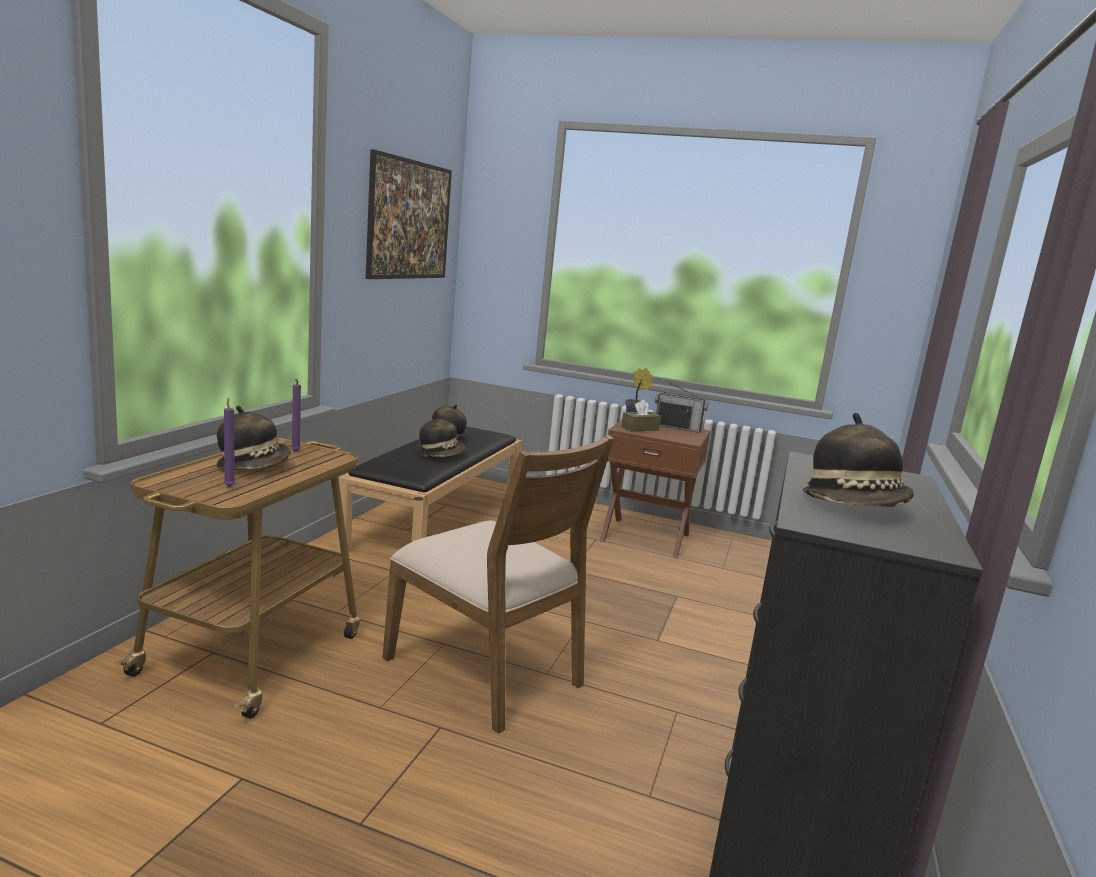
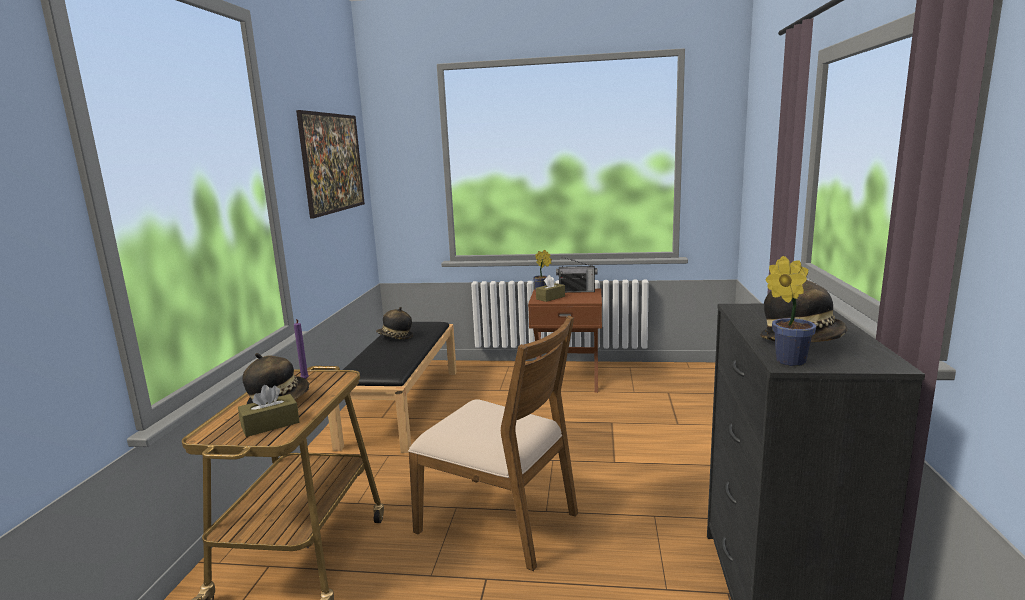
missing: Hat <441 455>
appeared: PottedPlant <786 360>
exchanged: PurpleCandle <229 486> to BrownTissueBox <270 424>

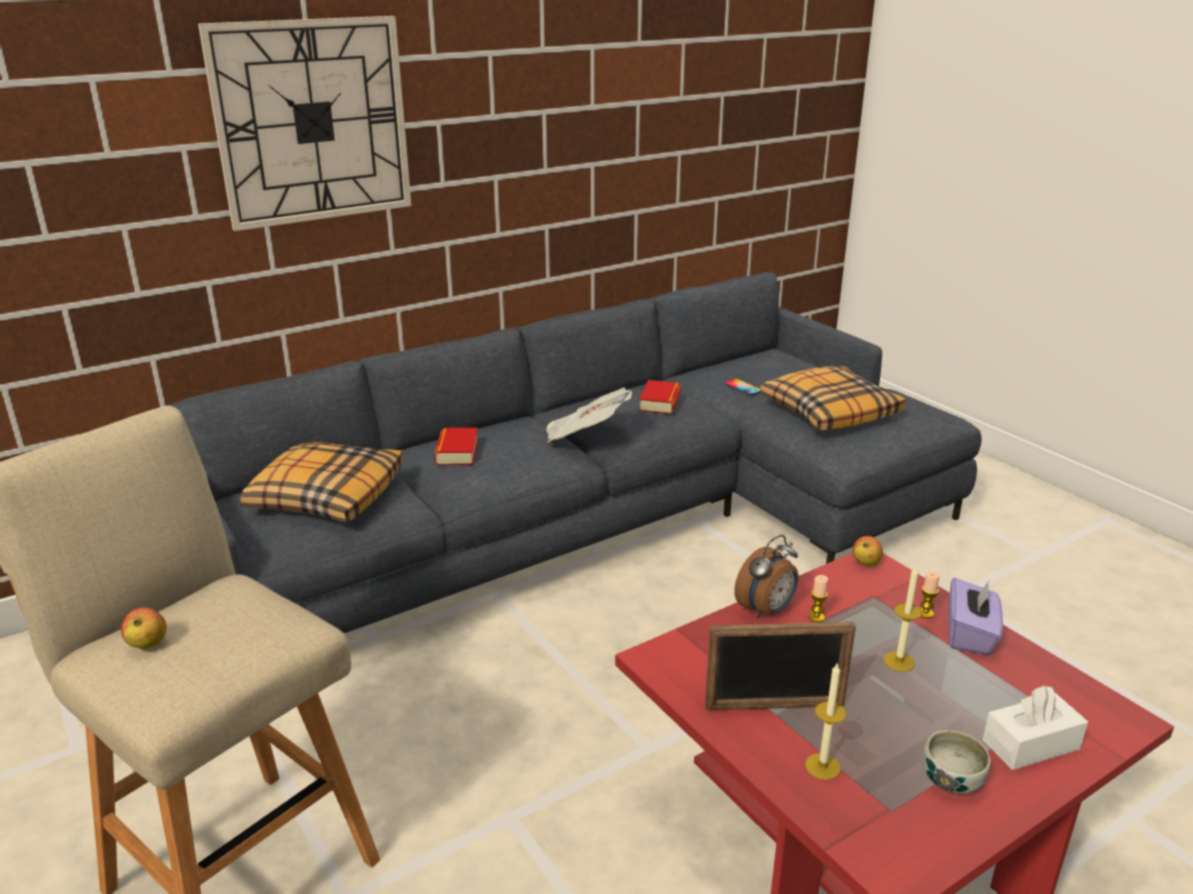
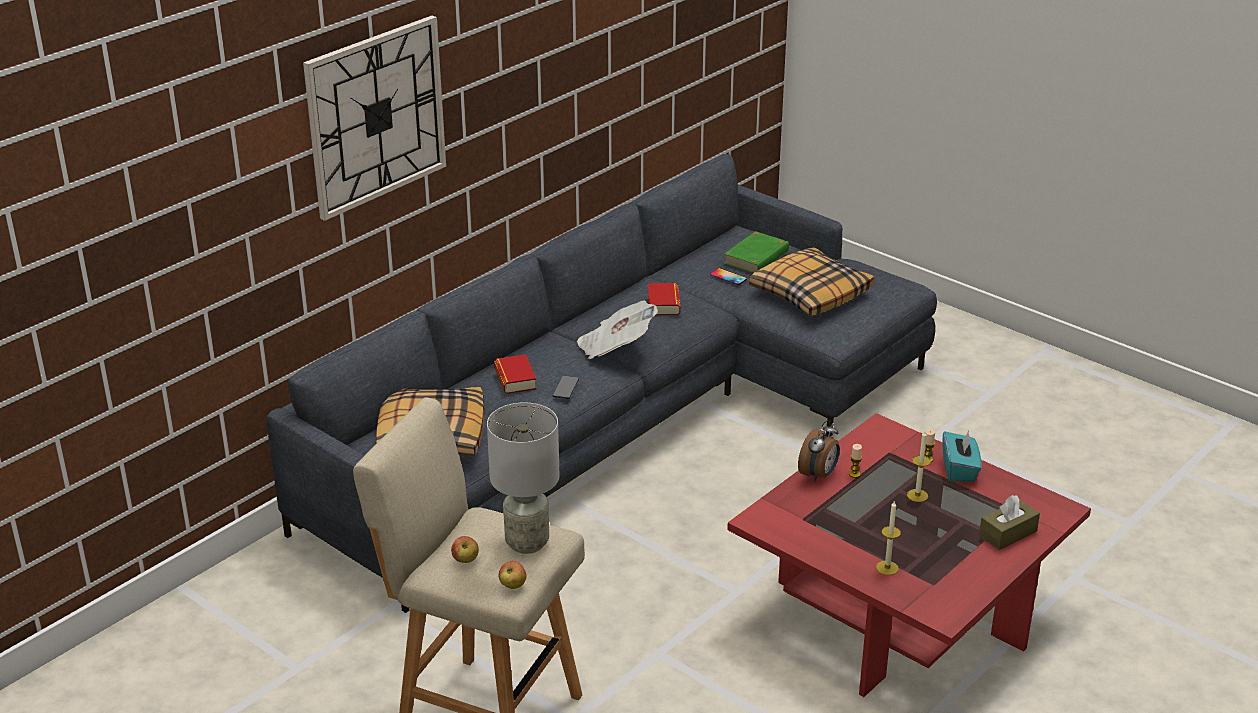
missing: PictureFrame <774 706>; Bowl <951 779>
appeared: GreyTableLamp <527 543>; Phone <566 388>; GreenBook <756 257>
relocated: Apple <865 563> to <513 585>
colour: PurpleTissueBox <970 635> to TurquoiseTissueBox <959 470>; WhiteTissueBox <1030 744> to BrownTissueBox <1007 533>

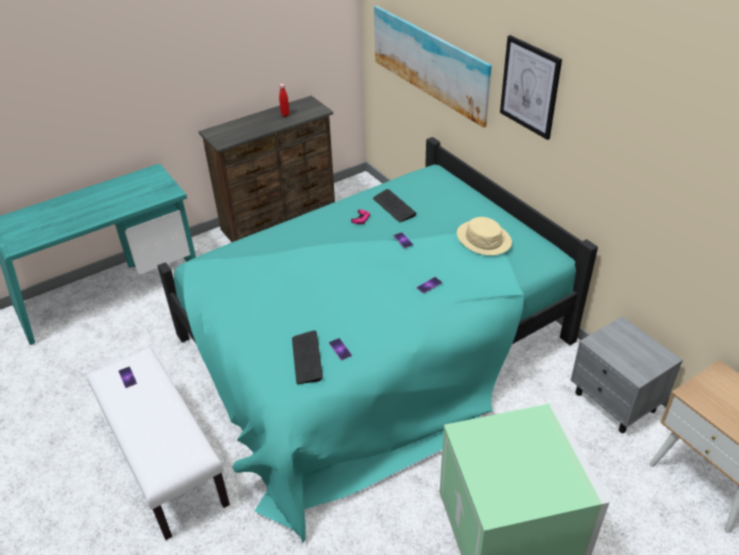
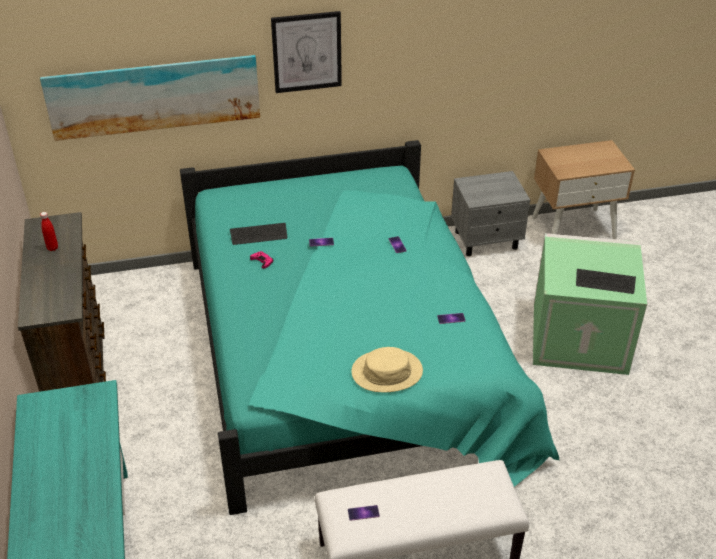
relocated: BeigeHat <484 239> to <387 372>; Keyboard <307 358> to <605 282>

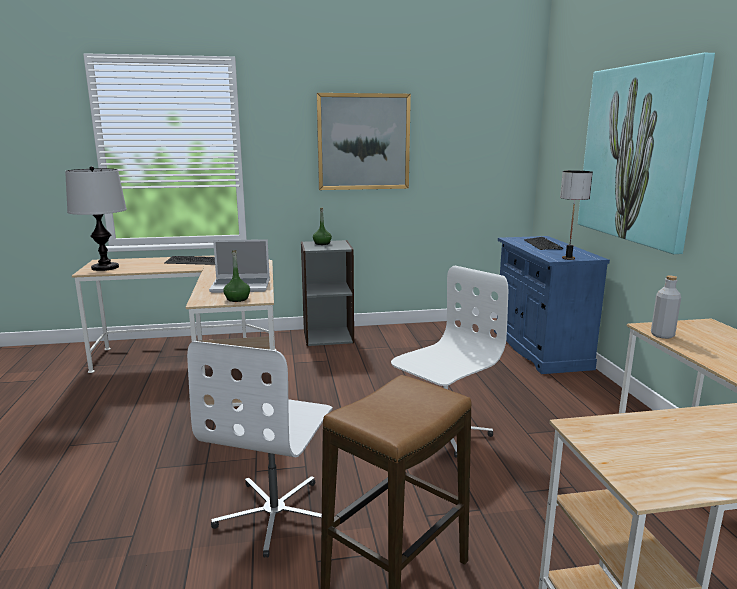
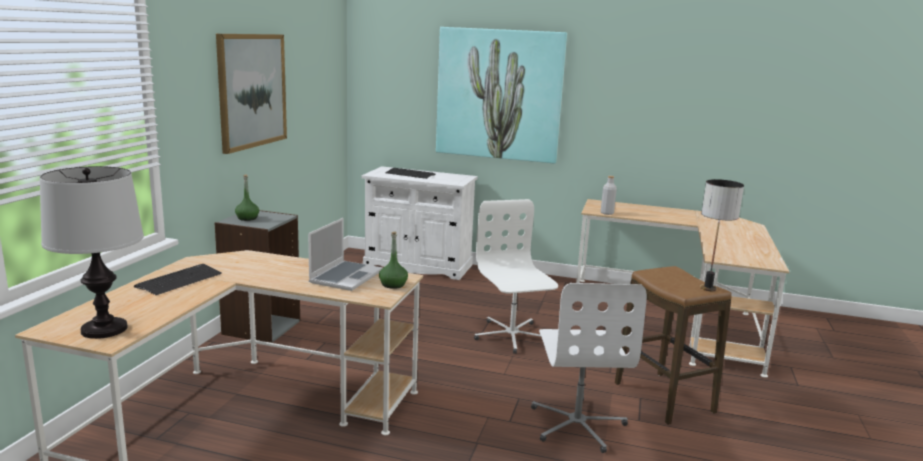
relocated: TableLamp <568 258> to <708 288>
colour: BlueCabinet <539 349> to WhiteCabinet <418 265>
spun: WhiteOfficeChair <276 514> = <577 424> 45 degrees clockwise

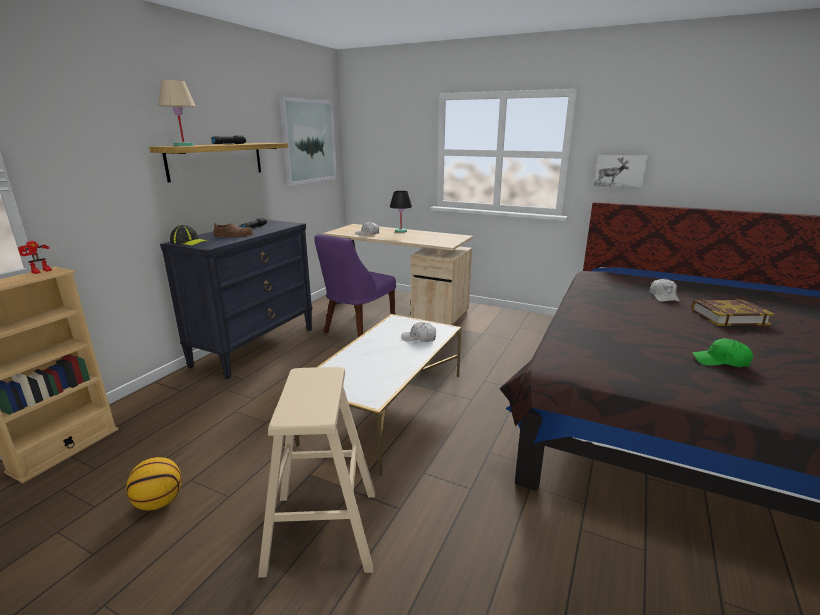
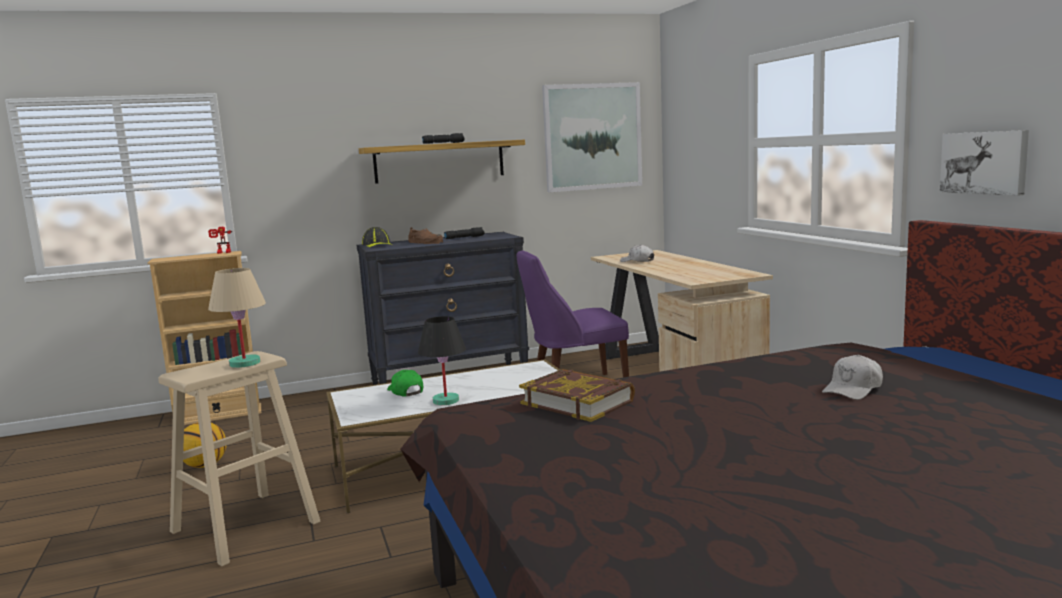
missing: WhiteCap <419 338>
relocated: BeigeTableLamp <184 145> to <245 363>; GreenCap <720 361> to <405 391>; BlackTableLamp <400 231> to <445 400>; Book <728 317> to <577 402>

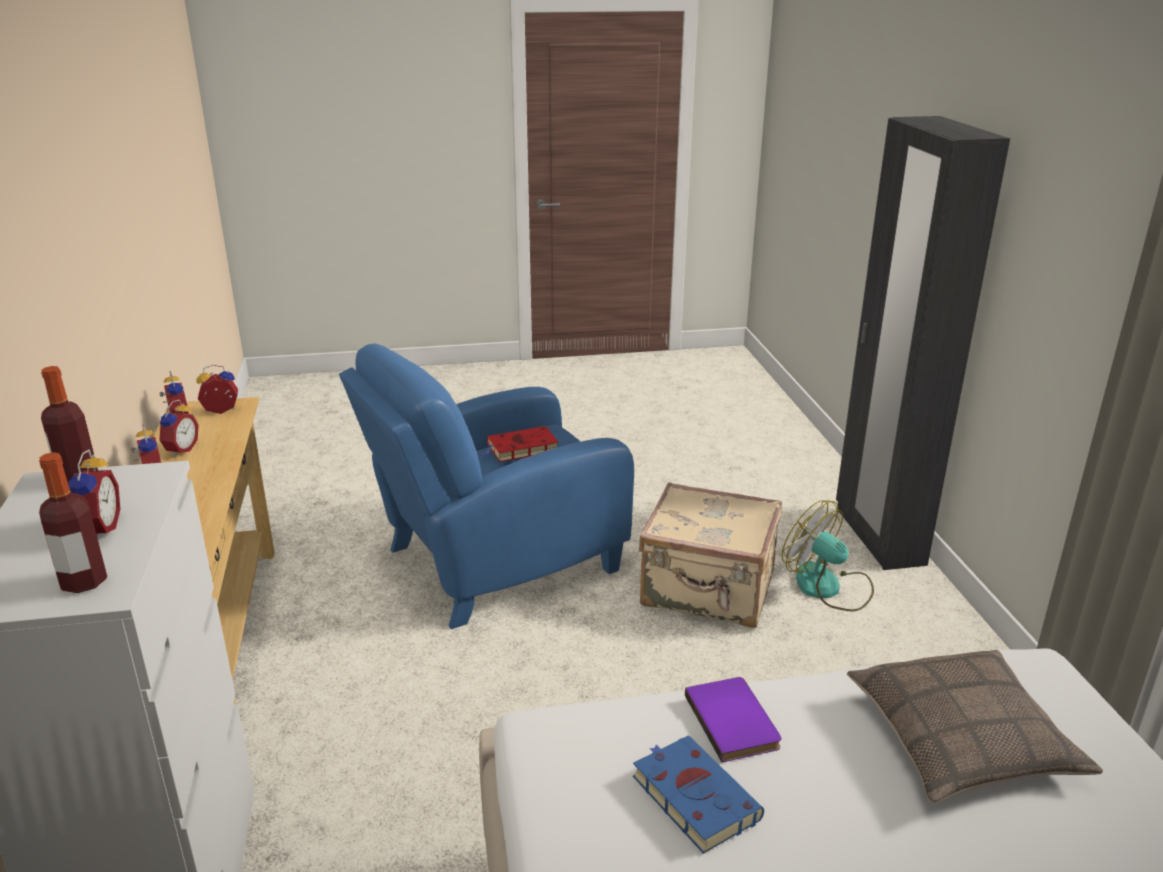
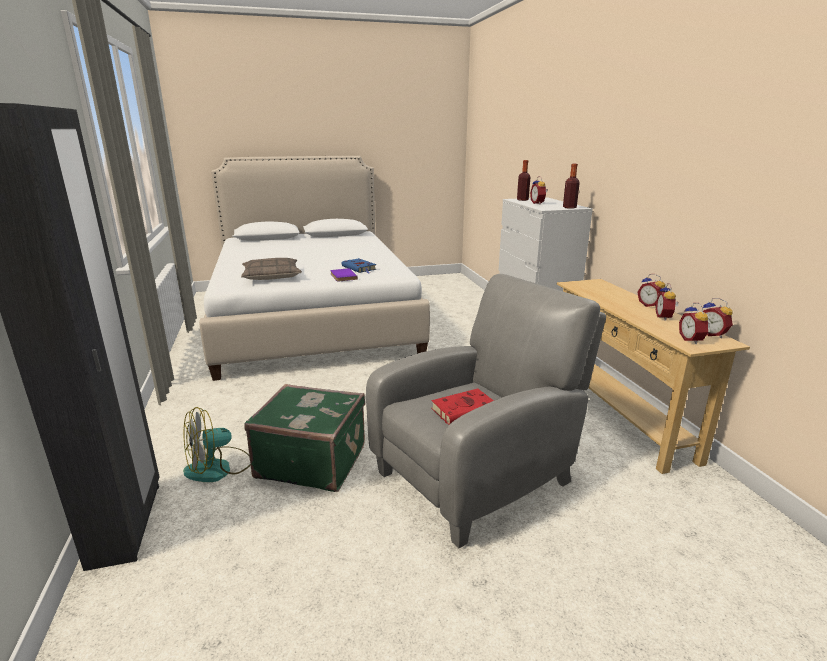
colour: BeigeSuitcase <708 591> to GreenSuitcase <312 460>; BlueArmchair <494 562> to GreyArmchair <479 475>
spun: Fan <828 588> = <219 468> 105 degrees clockwise; AlarmClock <221 412> = <692 340> 105 degrees clockwise

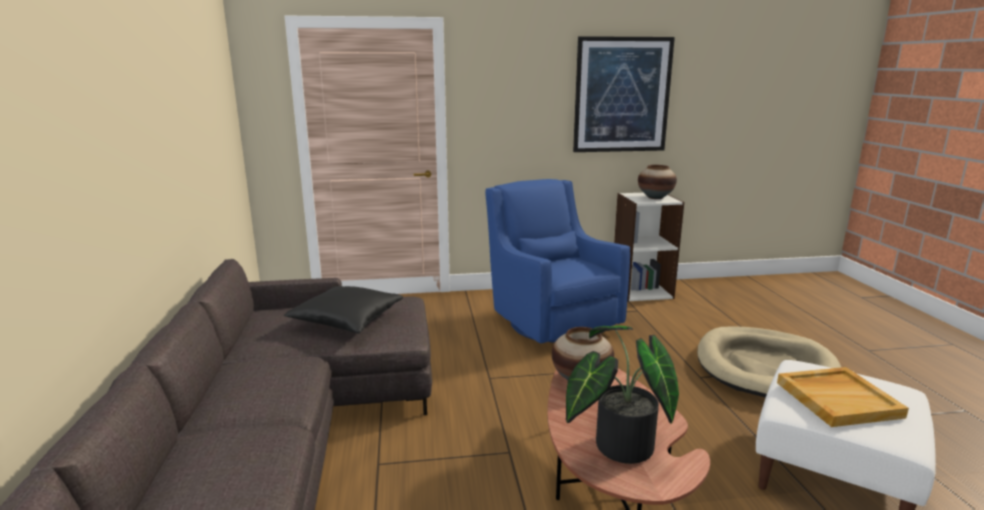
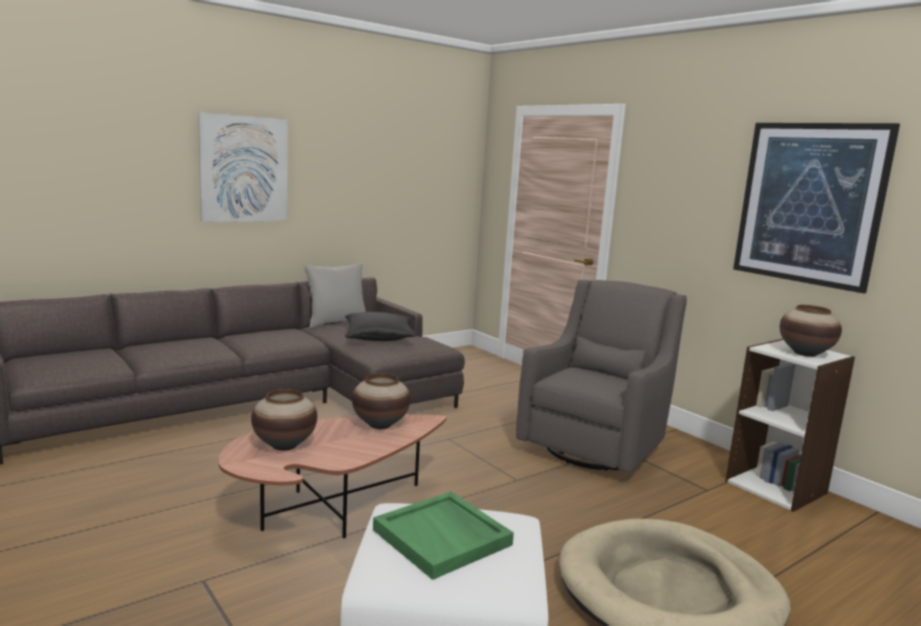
appeared: Picture <244 169>; GreyPillow <336 323>
exchanged: PottedPlant <616 446> to Vase <284 445>
colour: BeigeTray <838 399> to GreenTray <443 537>; BlueArmchair <550 322> to GreyArmchair <596 447>

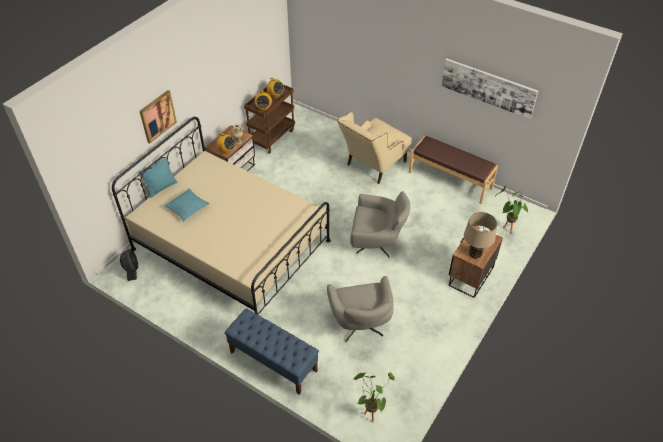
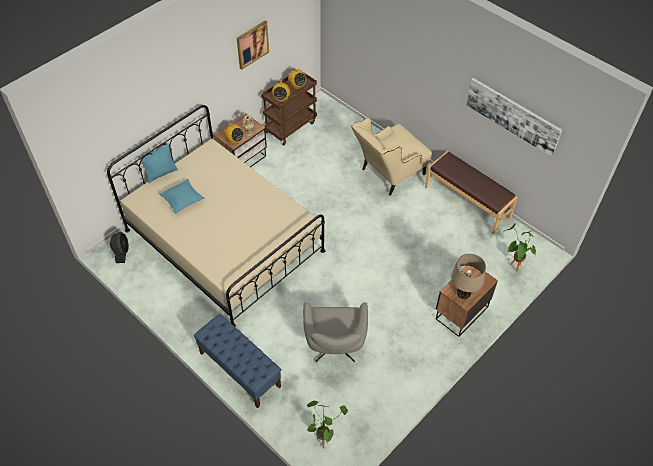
missing: GreyArmchair <376 243>
relocated: Picture <157 116> to <252 44>

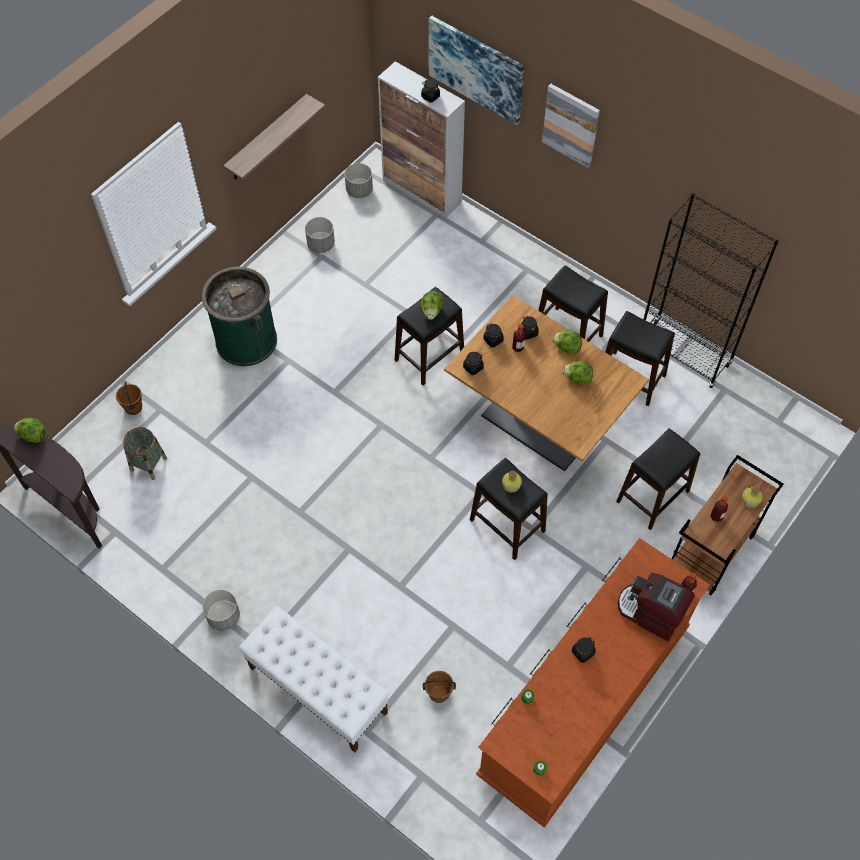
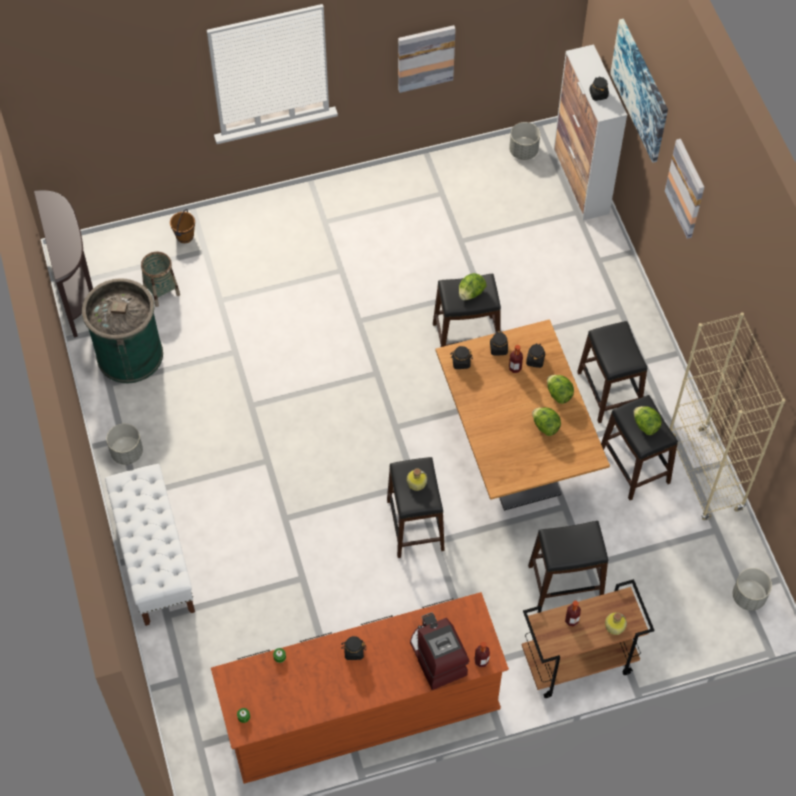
missing: BrownBucket <439 693>
relocated: GreenTrashCan <246 340> to <130 354>; Lettuce <33 435> to <645 425>; GreyPlanter <320 244> to <748 596>
exchanged: Shelf <267 139> to Picture <425 57>
colour: BlackBookcase <683 354> to BeigeBookcase <704 474>

